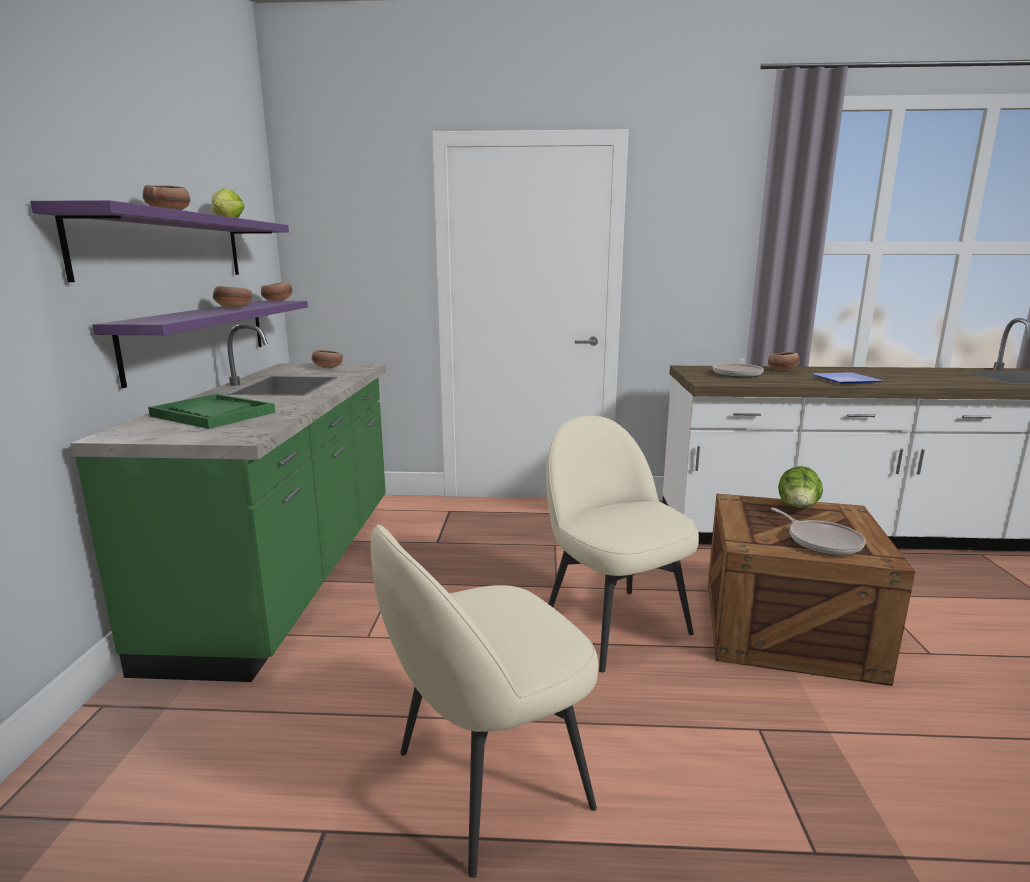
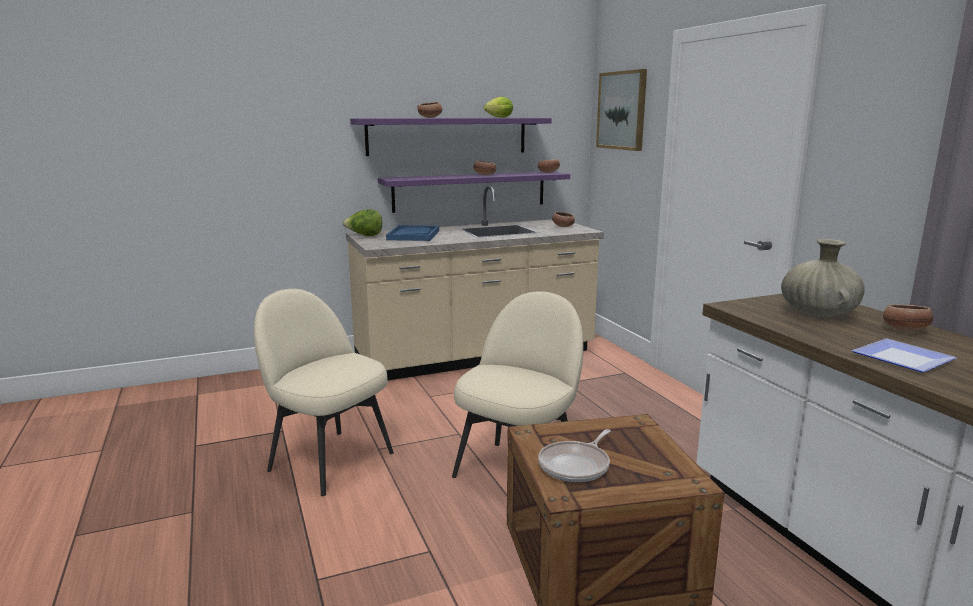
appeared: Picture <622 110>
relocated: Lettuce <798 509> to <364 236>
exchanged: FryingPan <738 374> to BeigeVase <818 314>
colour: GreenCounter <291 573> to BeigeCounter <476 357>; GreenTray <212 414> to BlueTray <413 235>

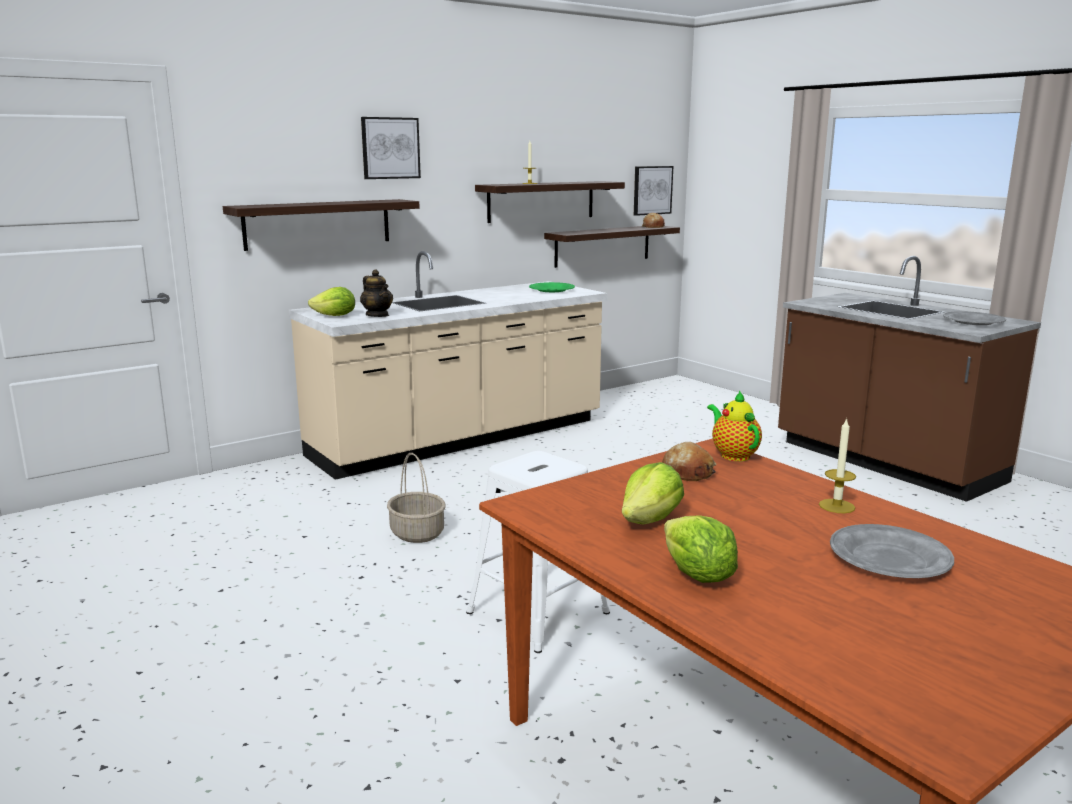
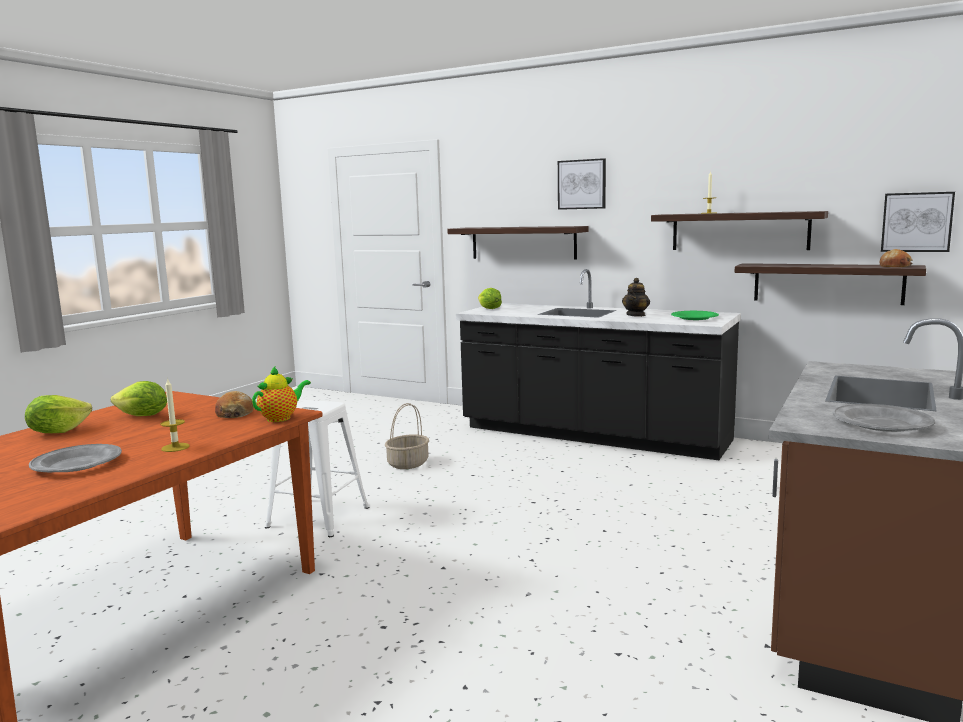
relocated: Teapot <377 315> to <636 315>
colour: BeigeCounter <460 439> to BlackCounter <593 435>

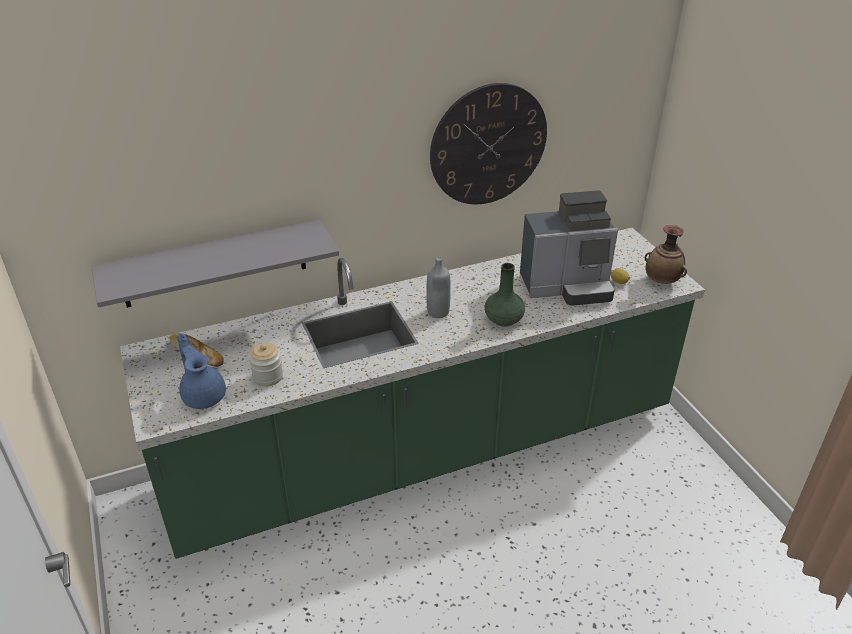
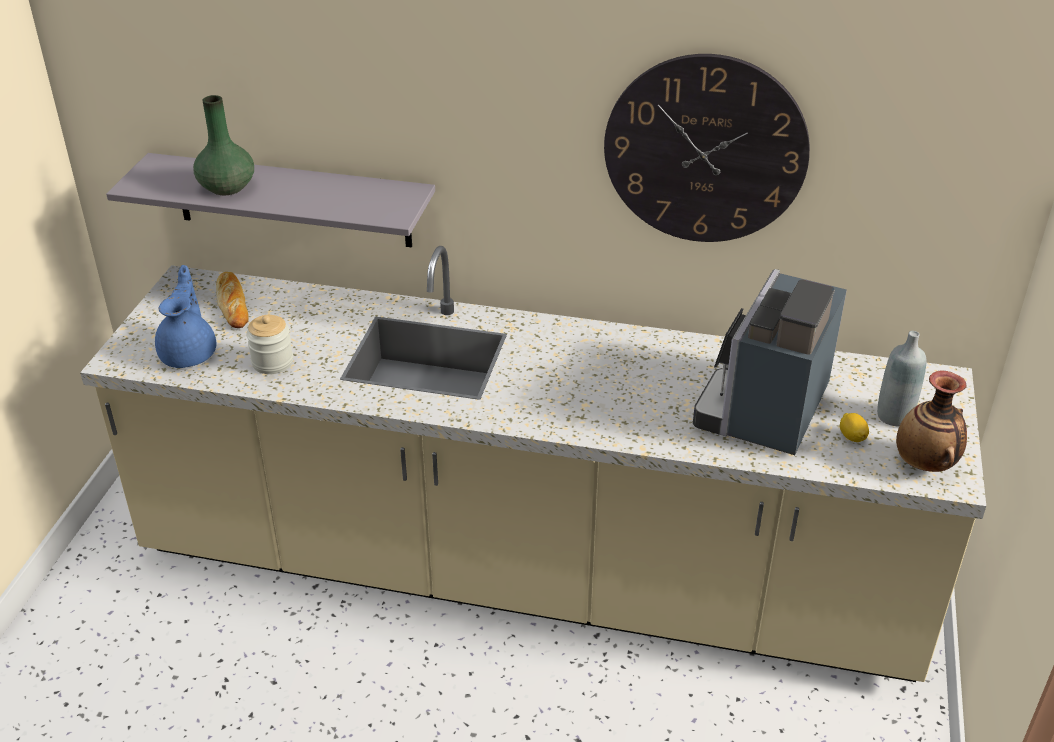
relocated: GreenVase <503 320> to <226 187>; GreyBottle <438 312> to <894 416>
colour: GreenCounter <426 451> to BeigeCounter <527 573>
spun: CoffeeMachine <567 287> = <764 411> 90 degrees clockwise

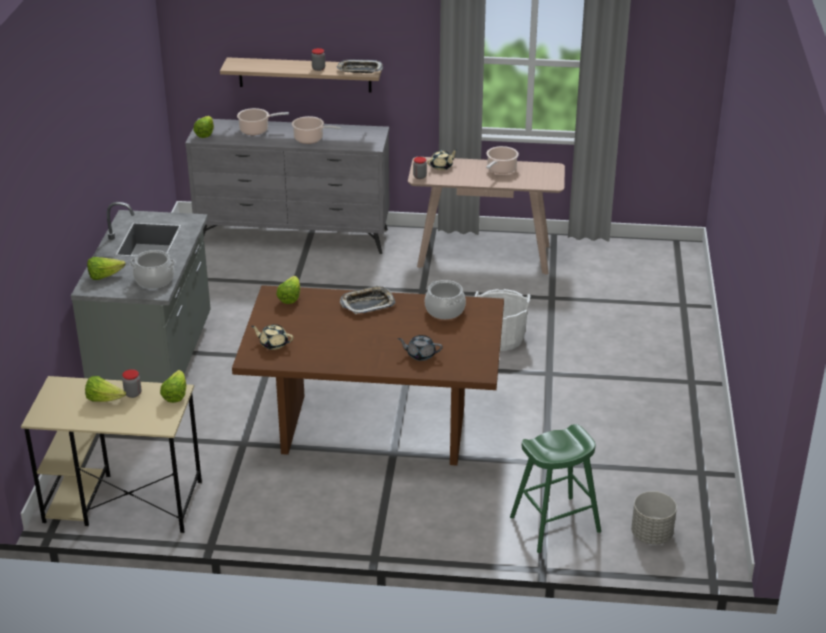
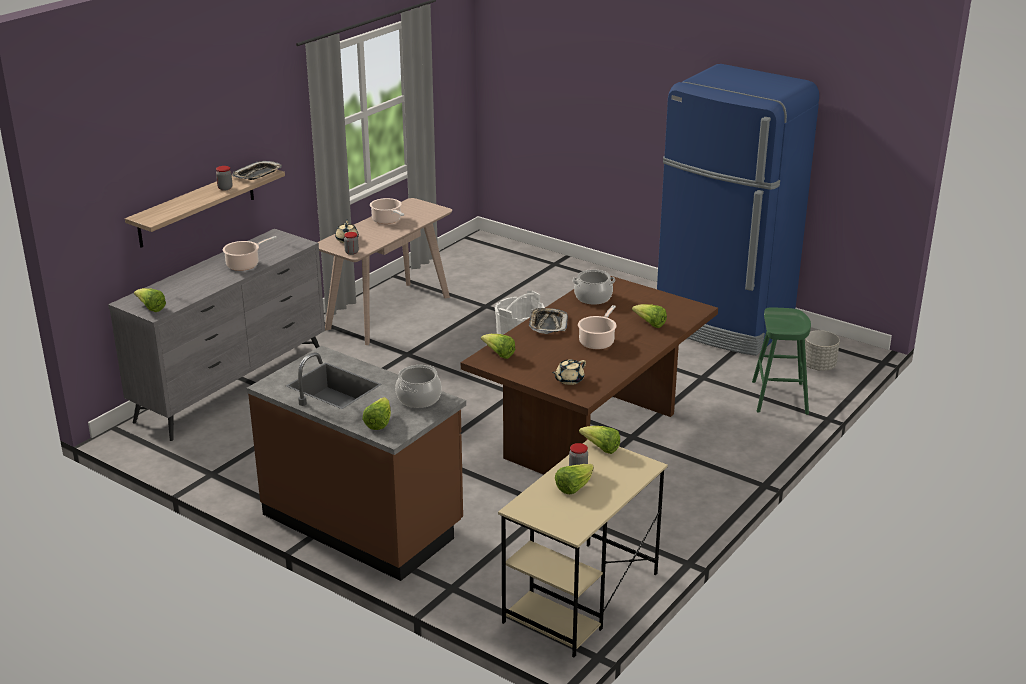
appeared: BlueFridge <723 325>
relocated: CookingPot <256 130> to <597 341>
exchanged: GreyTeapot <420 355> to Lettuce <650 324>
colour: GreyCounter <155 363> to BrownCounter <363 521>

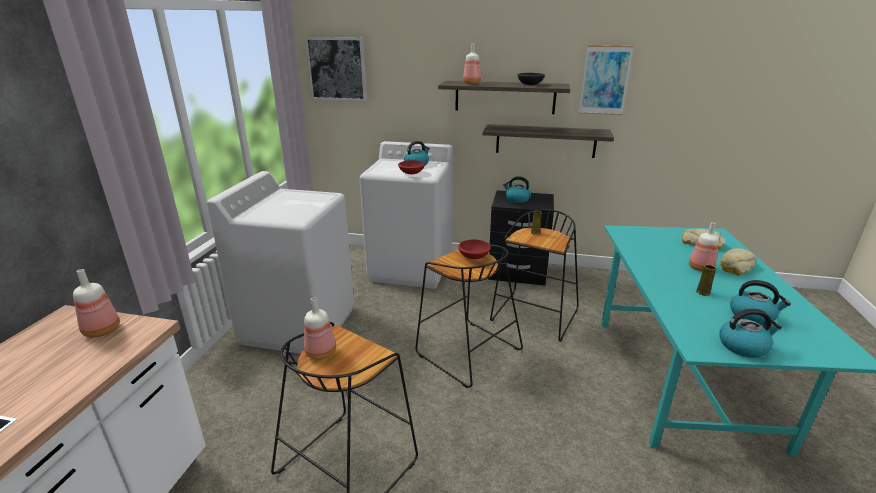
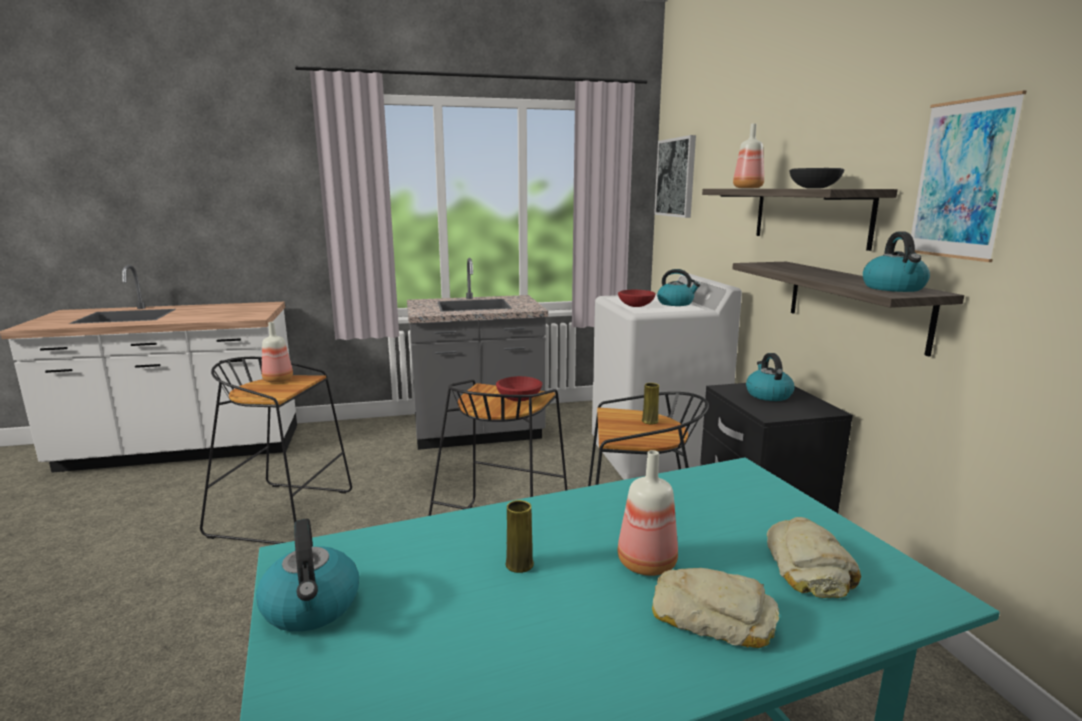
missing: Bottle <101 331>
relocated: Kettle <752 316> to <894 288>
exchanged: WhiteWashingMachine <300 325> to GreyCounter <478 434>

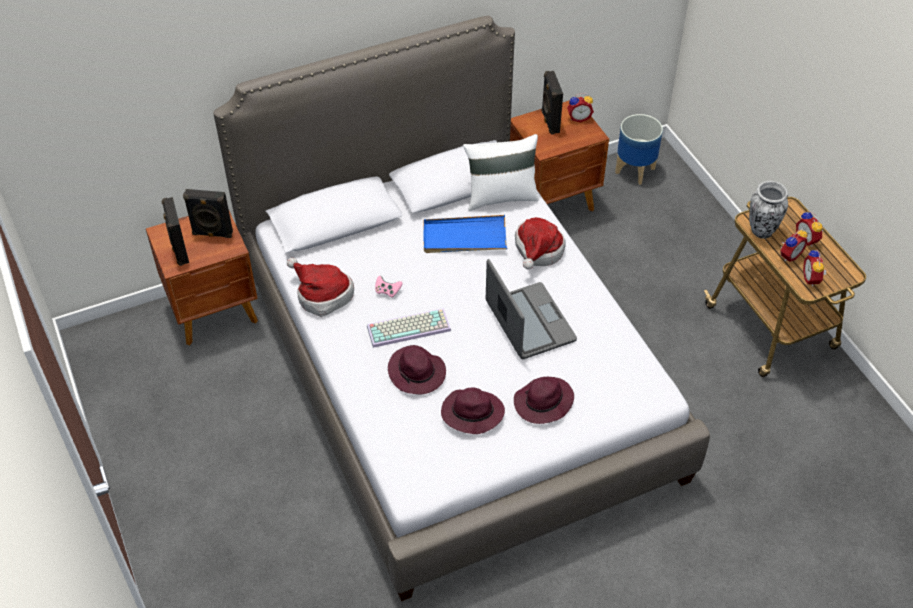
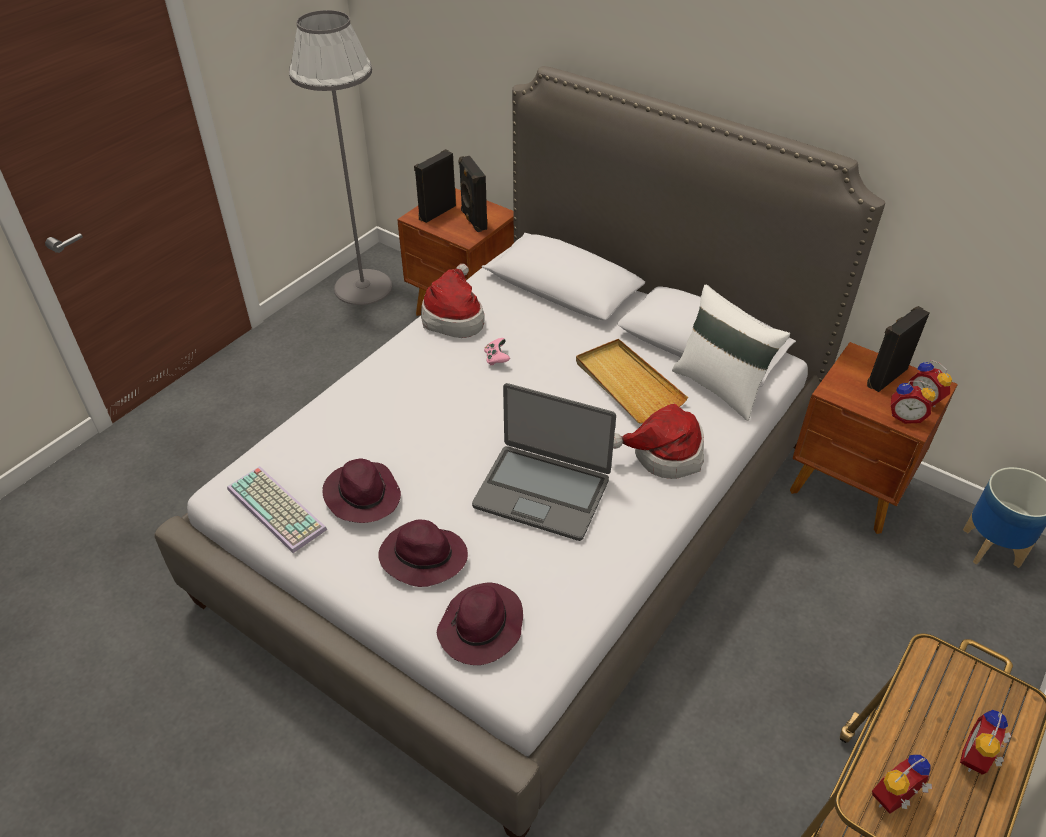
missing: Vase <761 231>
appeared: GreyFloorLamp <363 287>
relocated: Keyboard <409 327> to <279 509>; PurpleHat <417 373> to <481 628>; AlarmClock <789 255> to <905 416>
colour: BlueTray <464 237> to BeigeTray <627 384>
spun: Laptop <529 322> = <542 491> 75 degrees clockwise

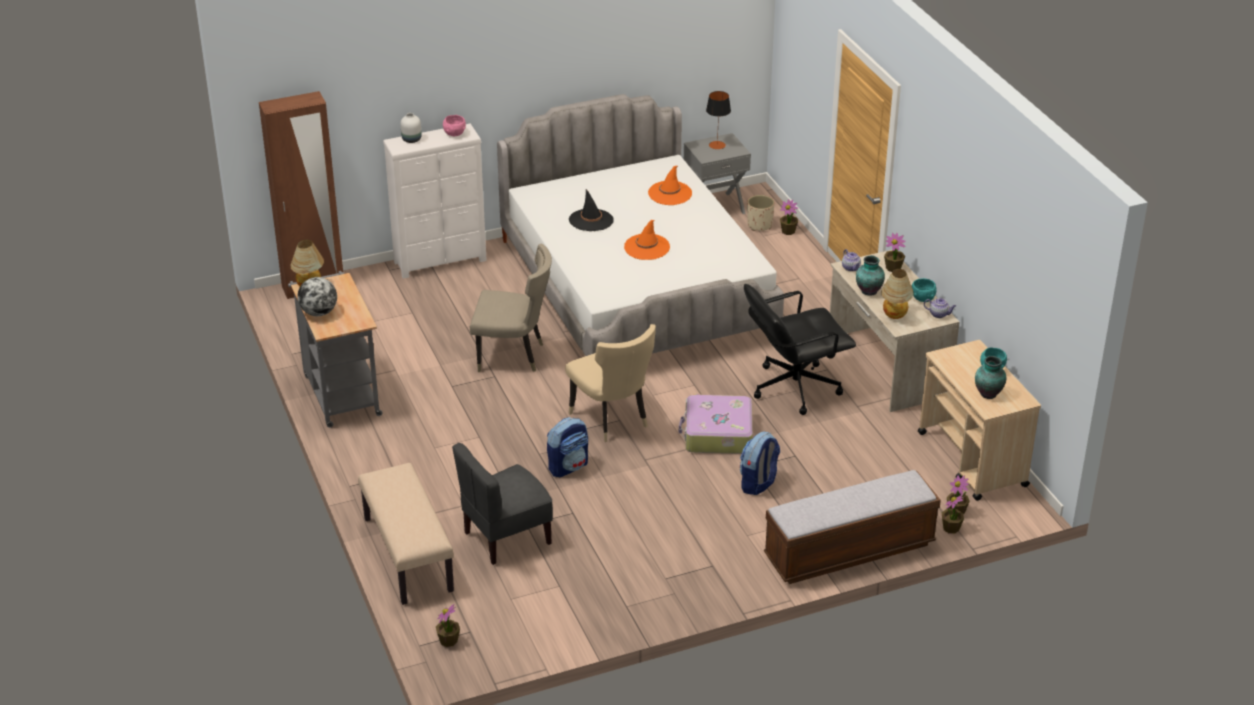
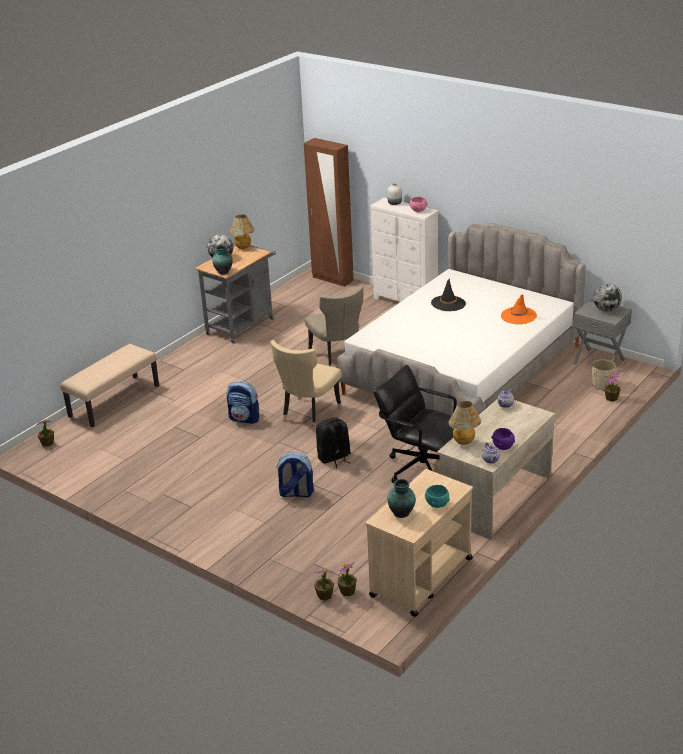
missing: GreyChair <506 537>; OrangeHat <647 247>; Bench <849 551>; PottedPlant <893 268>
relocated: Vase <868 291> to <223 271>
exchanged: Suitcase <717 434> to BlackBackpack <334 458>; TableLamp <717 145> to Globe <606 310>
colour: TurquoiseBowl <922 299> to PurpleBowl <503 447>

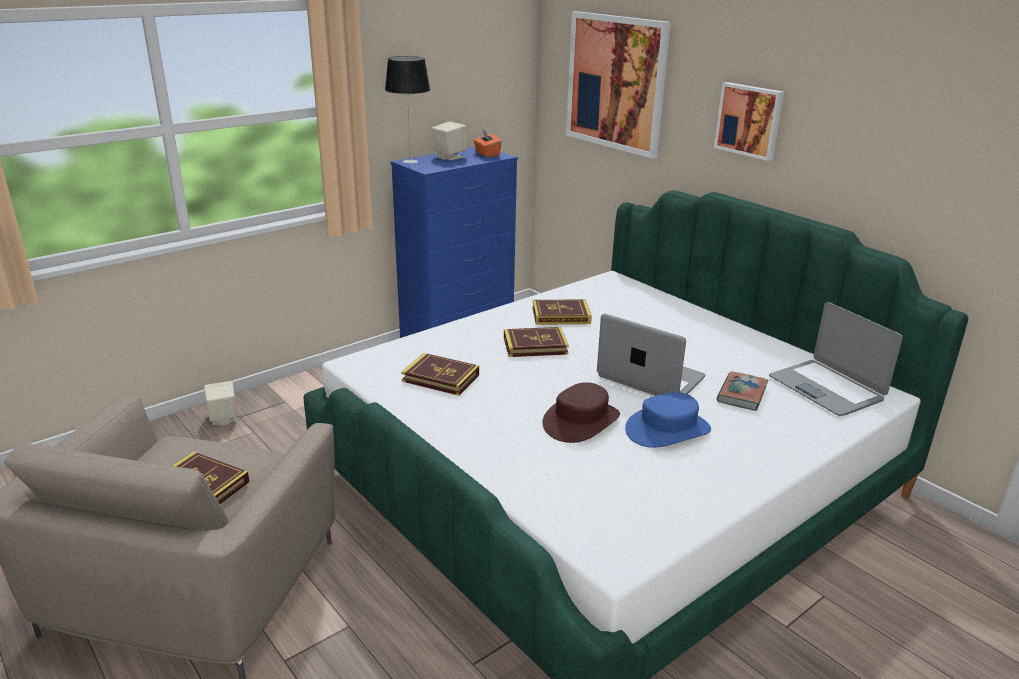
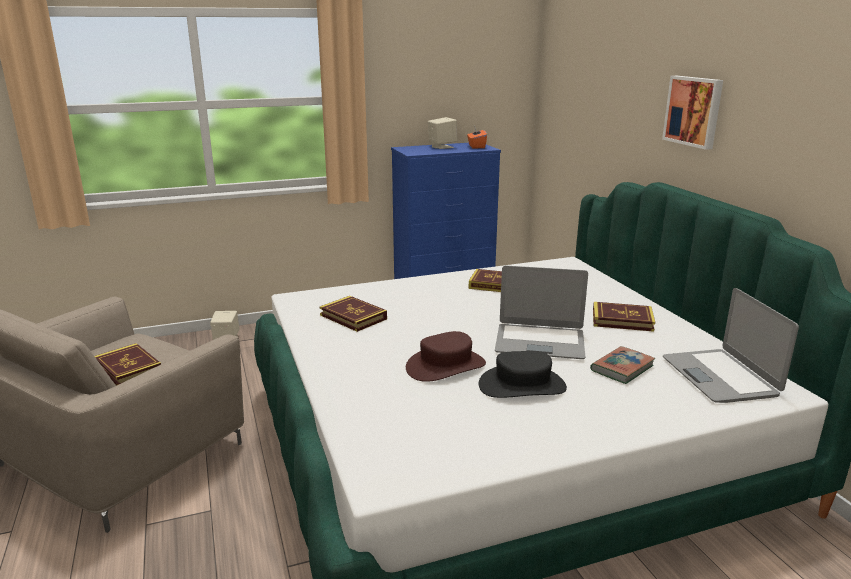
missing: TableLamp <410 161>; Picture <616 83>
relocated: Book <535 346> to <622 320>
colour: BlueHat <667 429> to BlackHat <522 385>
spun: Laptop <650 378> = <539 342> 135 degrees clockwise

